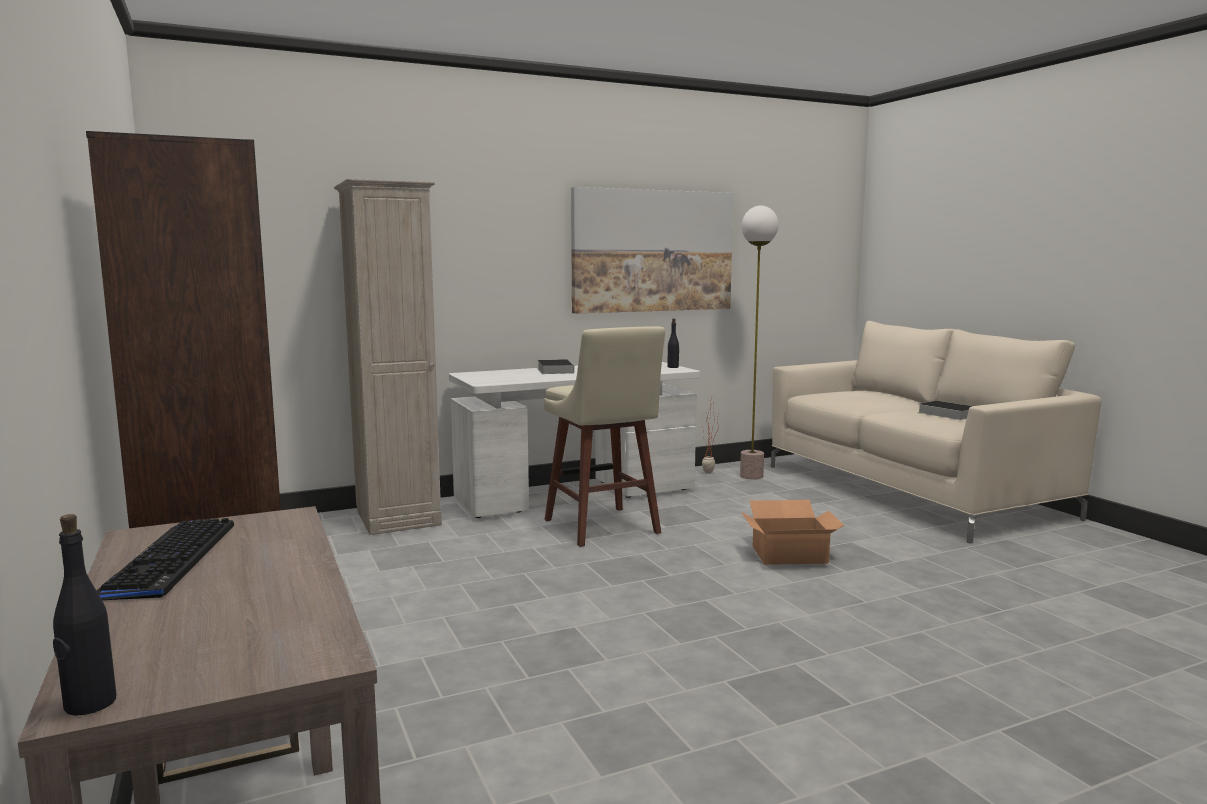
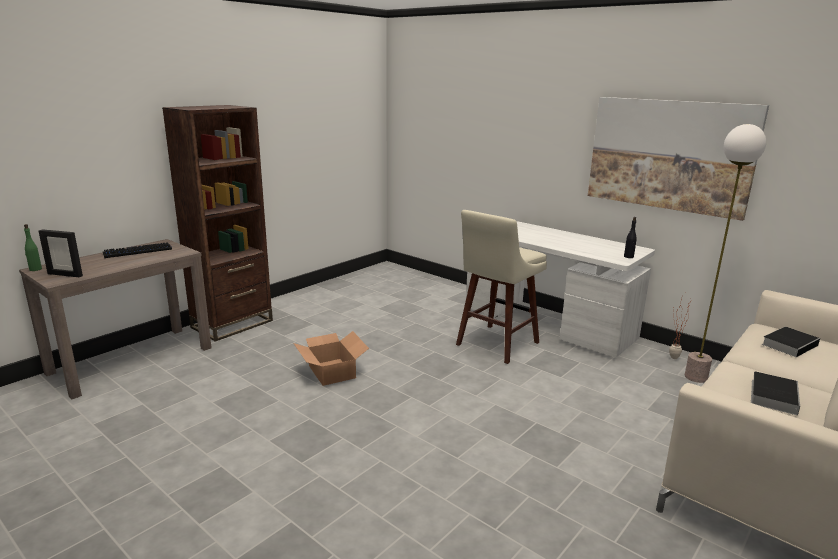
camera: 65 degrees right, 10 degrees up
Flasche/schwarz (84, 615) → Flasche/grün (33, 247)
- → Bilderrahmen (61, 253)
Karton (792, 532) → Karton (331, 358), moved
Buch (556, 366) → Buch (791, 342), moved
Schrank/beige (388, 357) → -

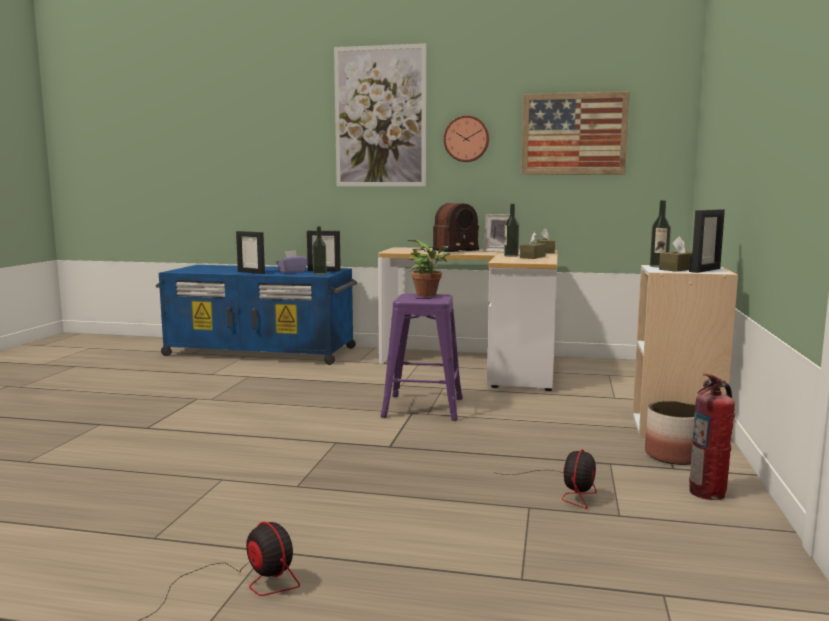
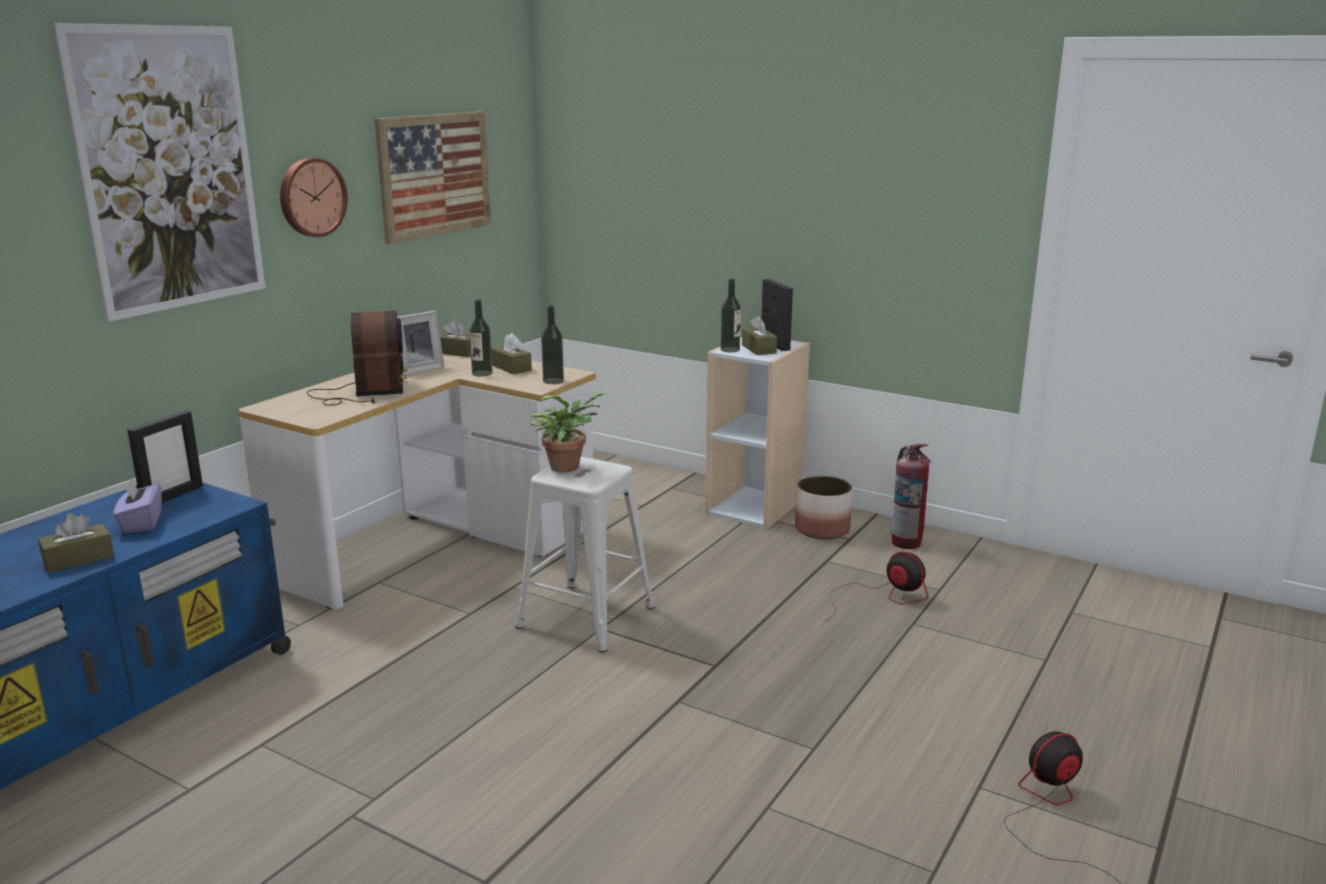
camera: 70 degrees left, 10 degrees up
Bilderrahmen (250, 252) → Taschentuchbox/braun (76, 543)
Hocker/lila (422, 357) → Hocker/weiß (585, 554)
Flasche (320, 250) → Flasche (552, 344), moved

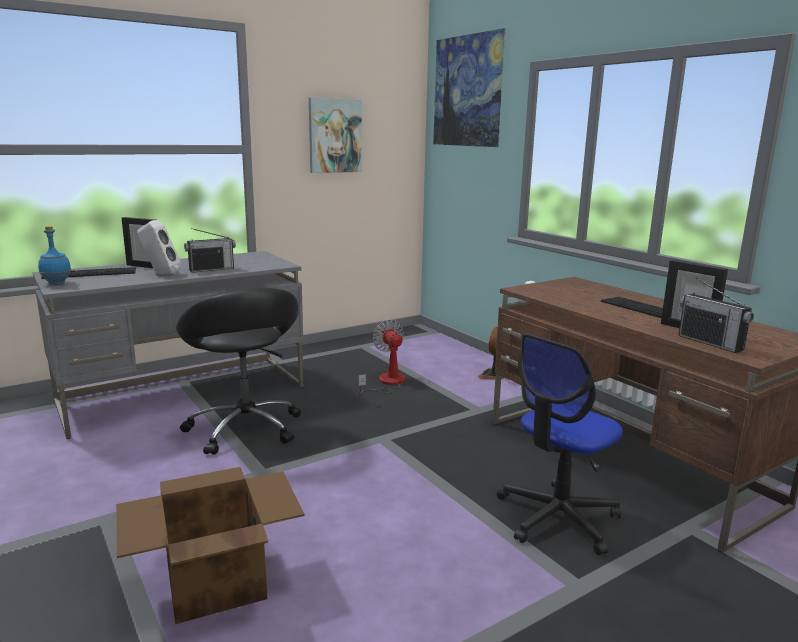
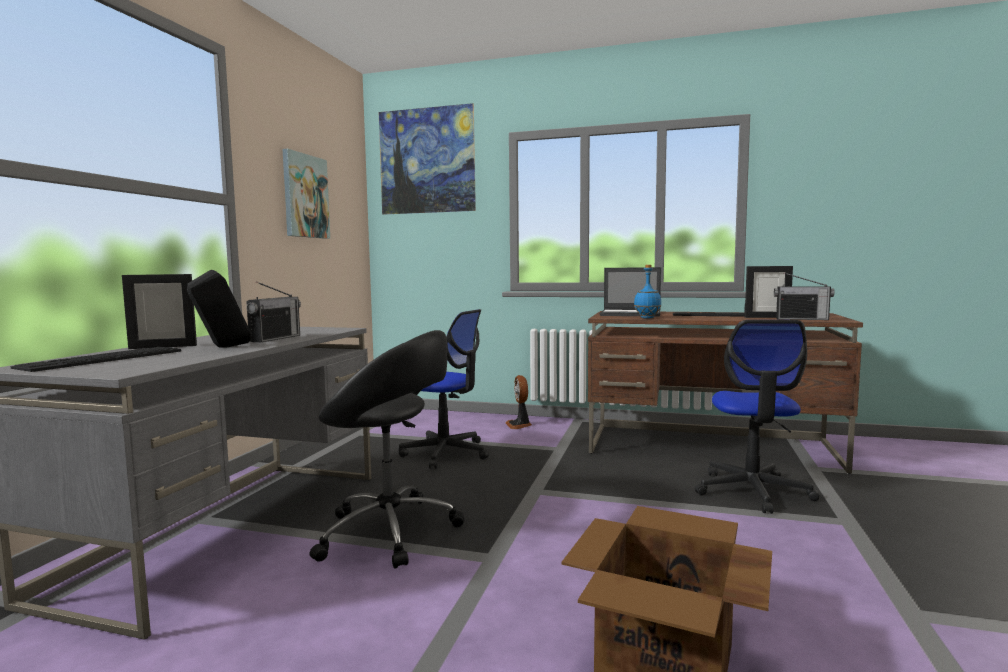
camera: 40 degrees left, 10 degrees down
Lautsprecher/weiß (159, 247) → Lautsprecher/schwarz (219, 309)
Ventilator (382, 358) → Bürostuhl (444, 389)
- → Laptop (630, 292)
Flasche/blau (54, 255) → Flasche/blau (648, 292), moved

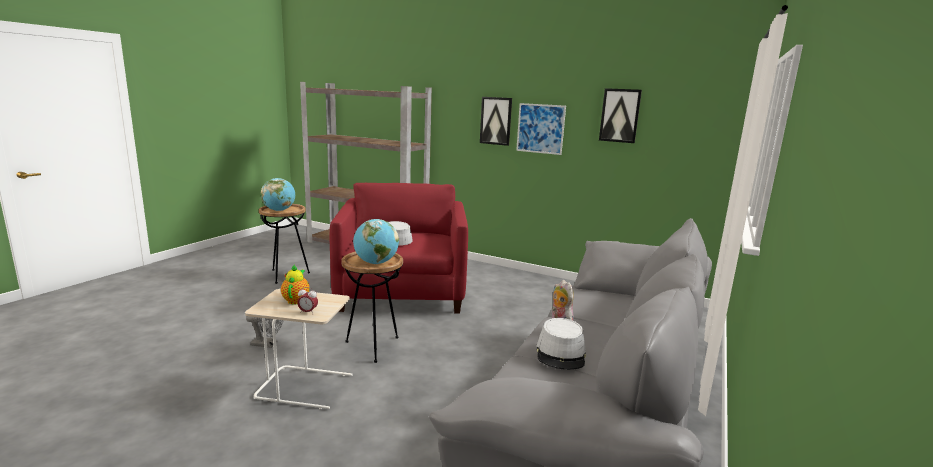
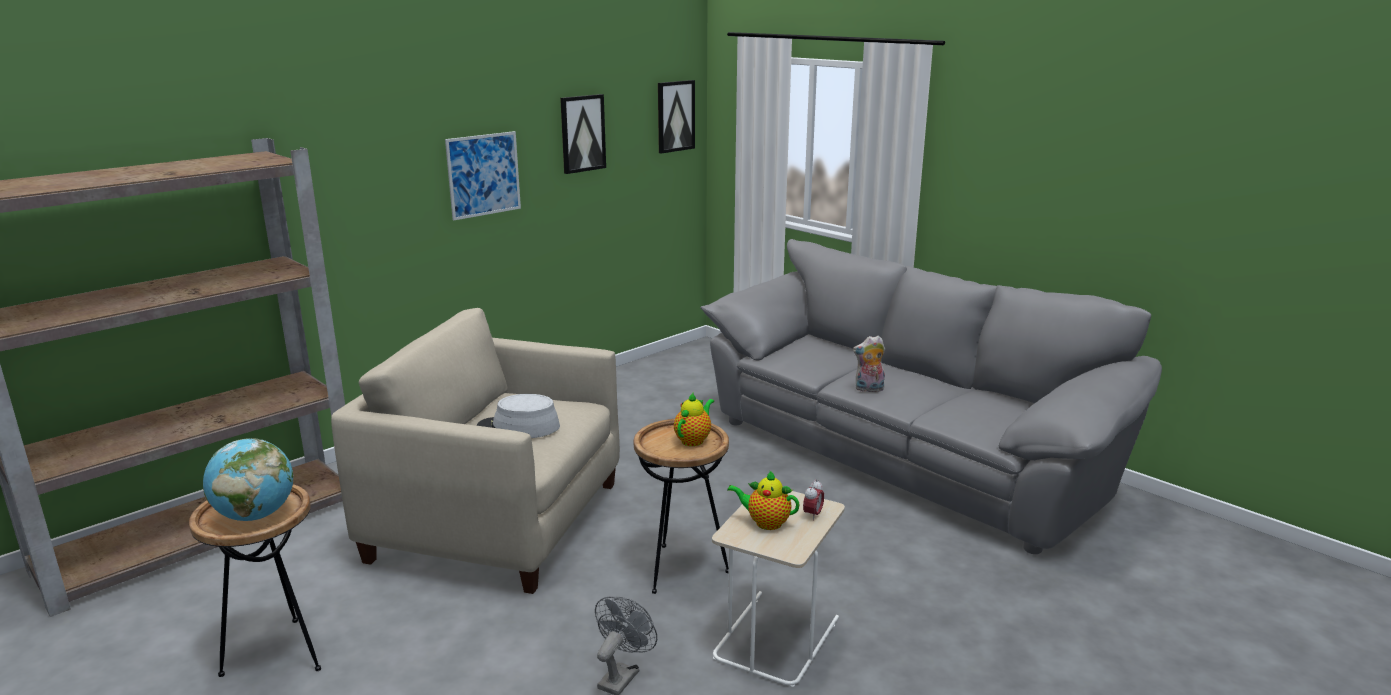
camera: 70 degrees left, 5 degrees up
Sessel/rot (399, 248) → Sessel/beige (475, 451)
Bild (496, 121) → Bild (676, 117), moved
Globus (376, 241) → Teekanne (694, 419)
Hut/grau (561, 344) → -

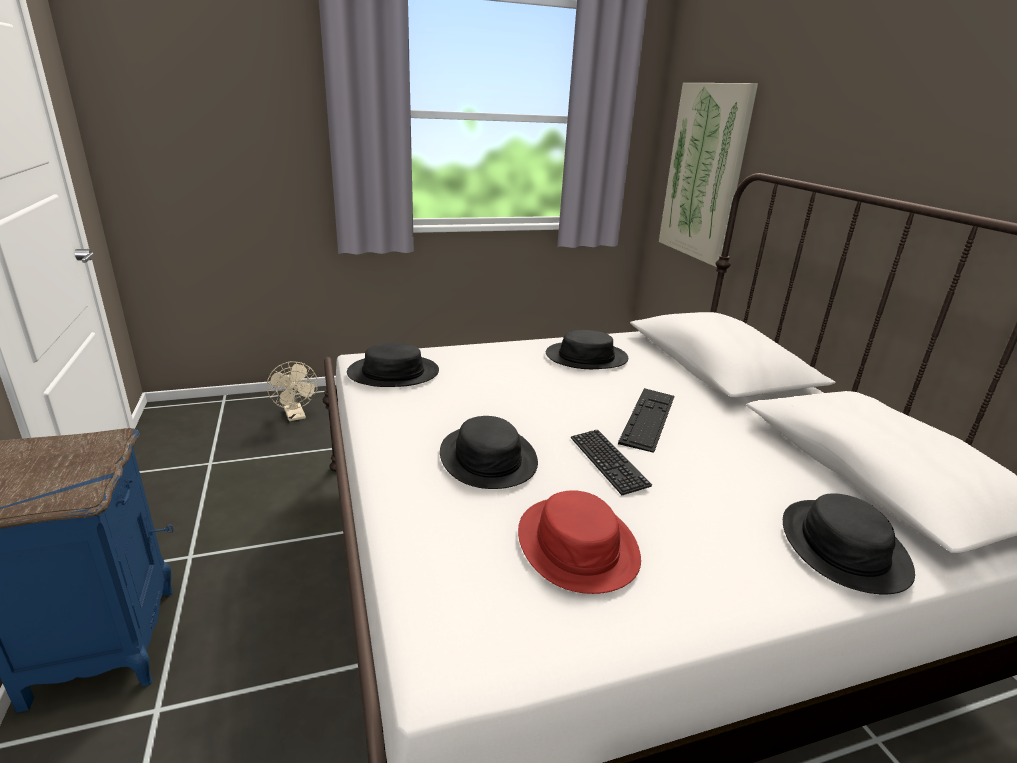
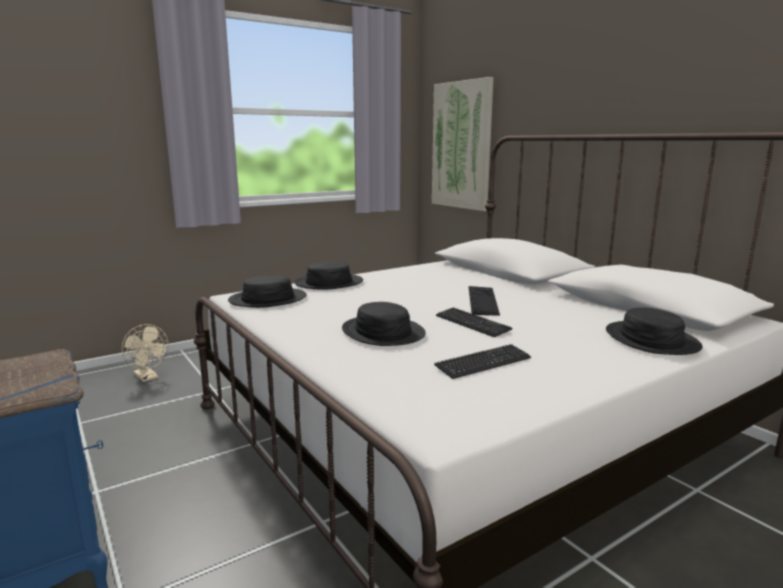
camera: 15 degrees left, 10 degrees down
Hut/schwarz (587, 349) → Hut/schwarz (328, 276), moved
Hut/rot (579, 542) → Tastatur (482, 361)

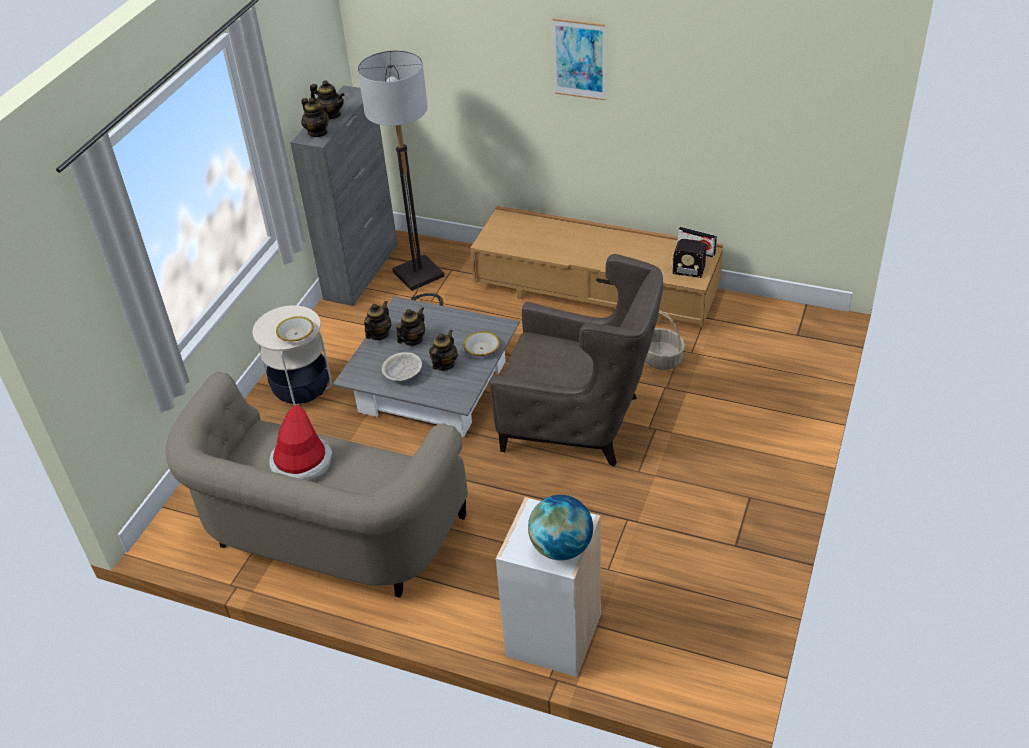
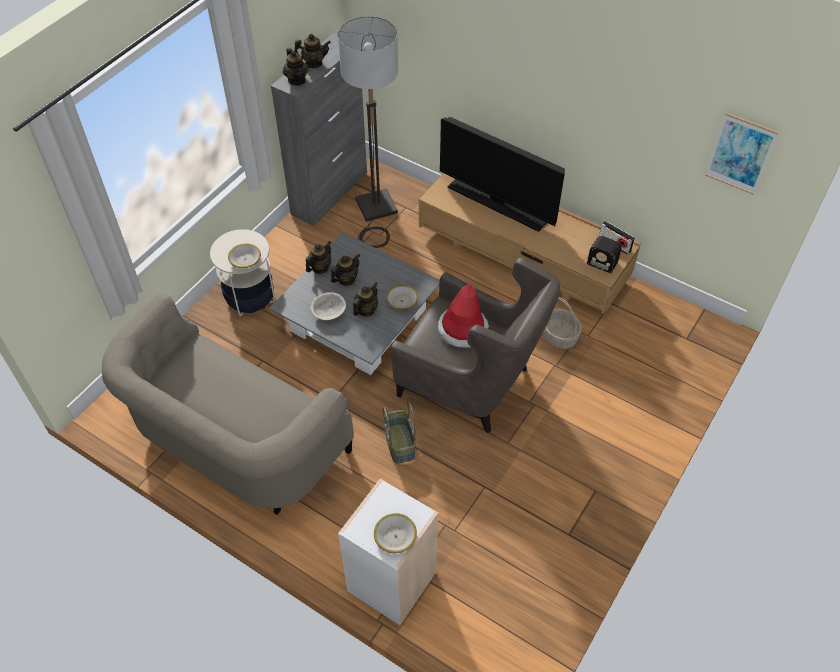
camera: 10 degrees right, 10 degrees up
Teekanne (327, 99) → Teekanne (312, 51), 45 degrees counterclockwise
Globus (560, 527) → Schüssel (395, 533)
- → Korb (399, 432)
Hut (300, 442) → Hut (463, 316), moved
- → Fernseher (502, 174)
Bild (578, 59) → Bild (741, 153), moved

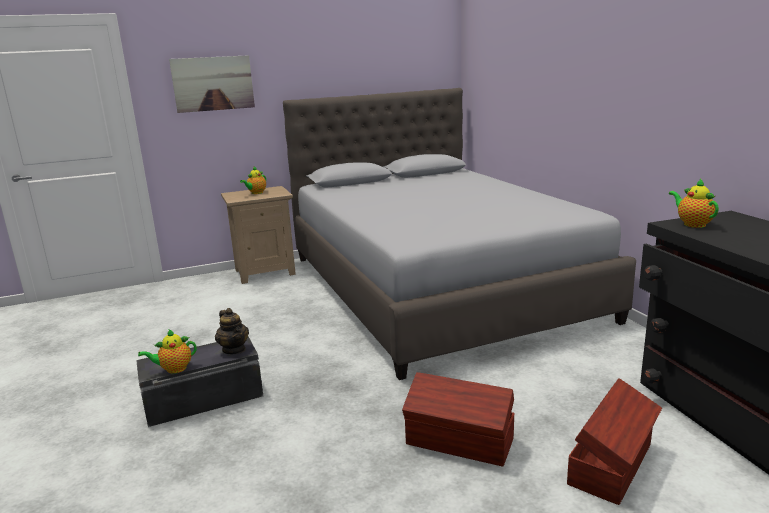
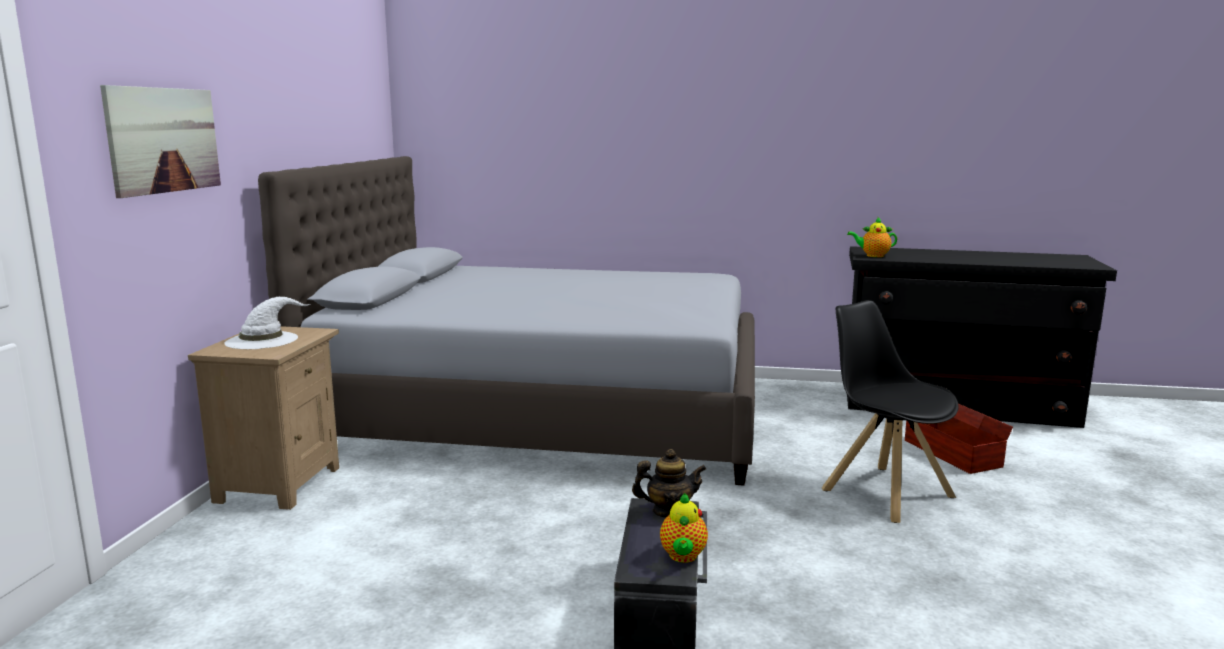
camera: 60 degrees left, 5 degrees down
Teekanne (253, 180) → Hut/weiß (267, 323)
Aufbewahrungsbox/braun (458, 419) → Stuhl/schwarz (890, 411)

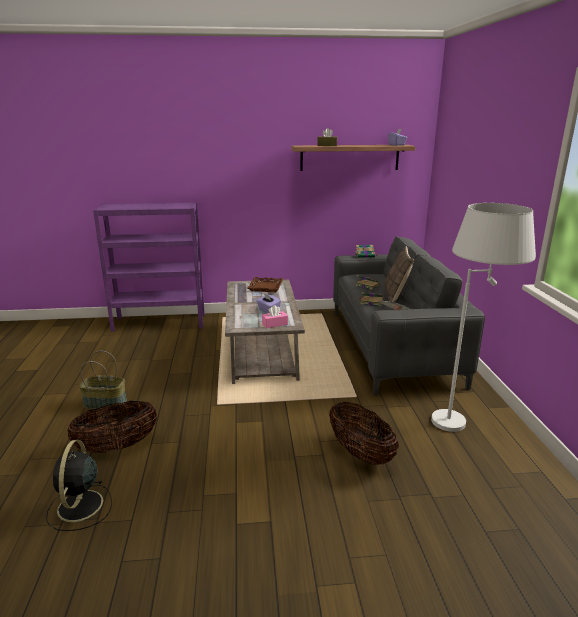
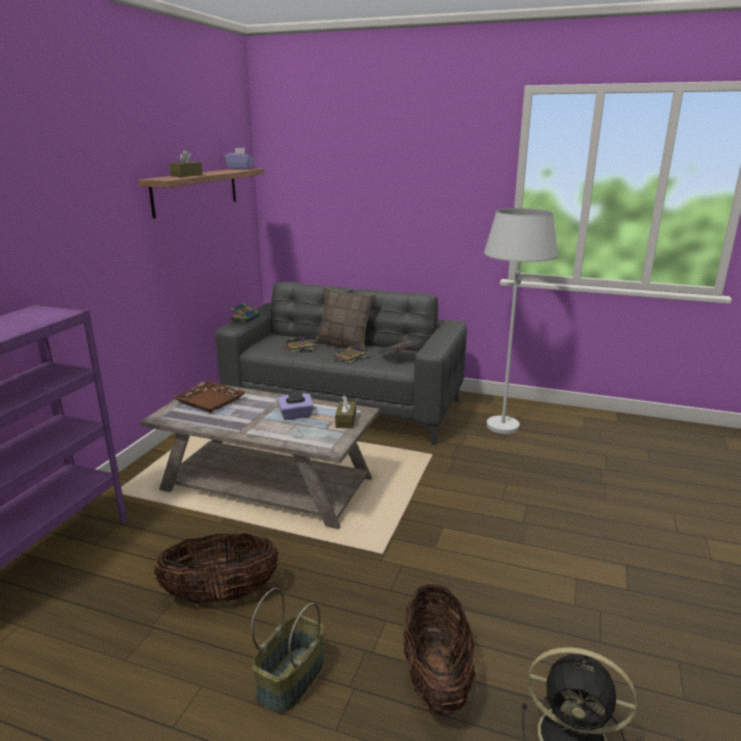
camera: 65 degrees left, 0 degrees up
Korb (364, 433) → Korb (216, 568), moved
Taschentuchbox/rosa (275, 316) → Taschentuchbox/braun (345, 411)

